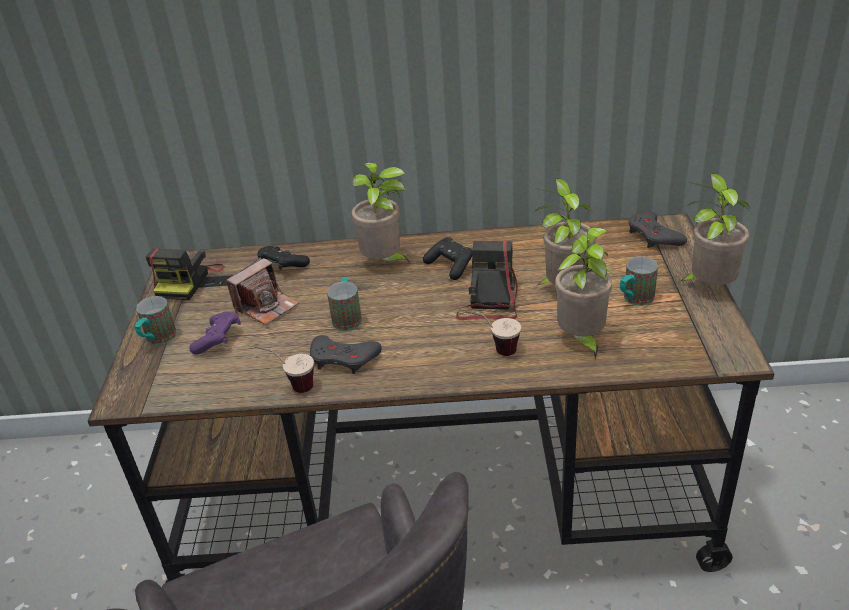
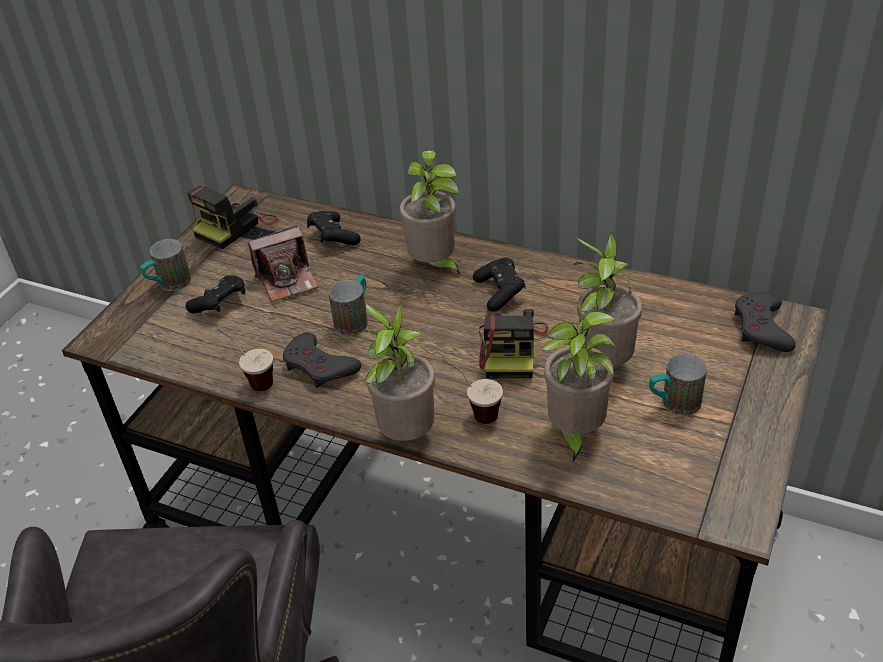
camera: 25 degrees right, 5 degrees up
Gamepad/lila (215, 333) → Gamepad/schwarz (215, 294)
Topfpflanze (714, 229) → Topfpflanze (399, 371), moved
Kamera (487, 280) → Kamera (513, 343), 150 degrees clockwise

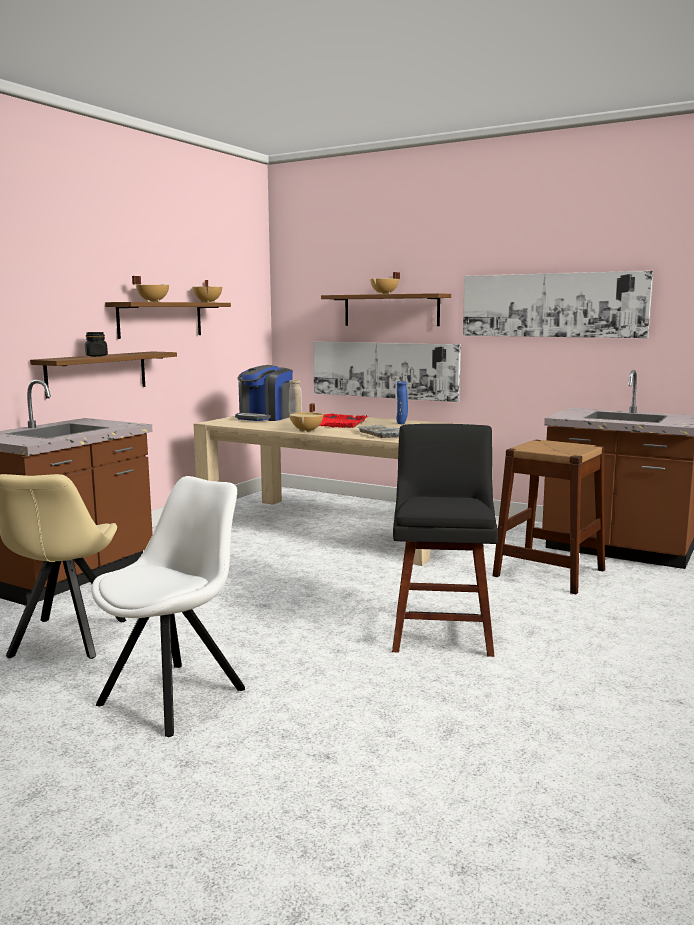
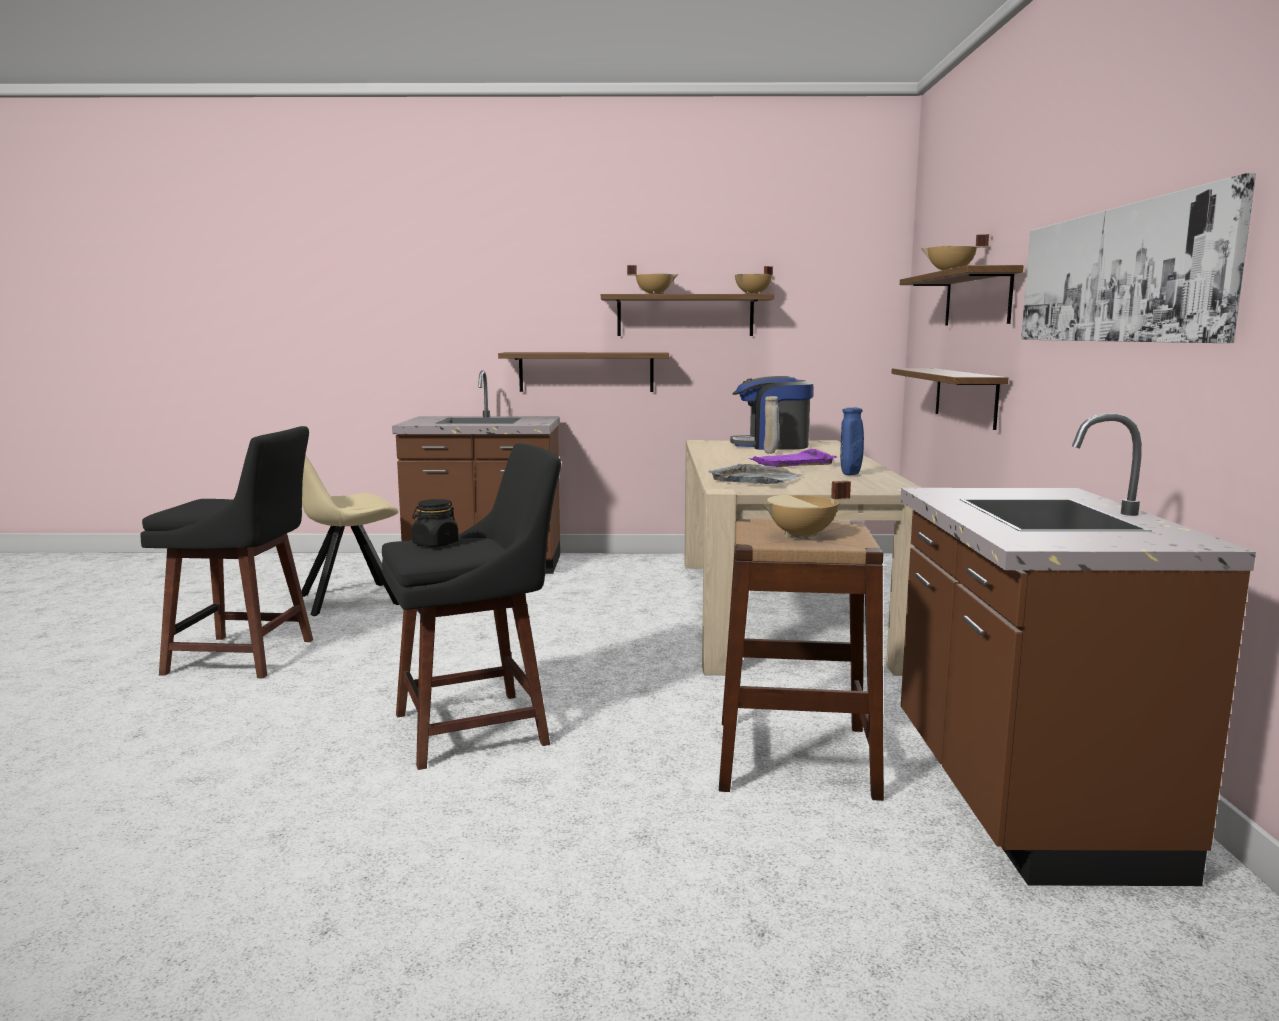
camera: 60 degrees right, 0 degrees up
Stuhl/weiß (168, 606) → Hocker/schwarz (227, 552)
Vorratsglas/schwarz (96, 344) → Vorratsglas/schwarz (435, 523), moved
Tablett/rot (343, 421) → Tablett/lila (793, 458)
Kochtopf/beige (306, 417) → Kochtopf/beige (806, 510), moved
Bild (387, 372) → Wandregal (949, 399)

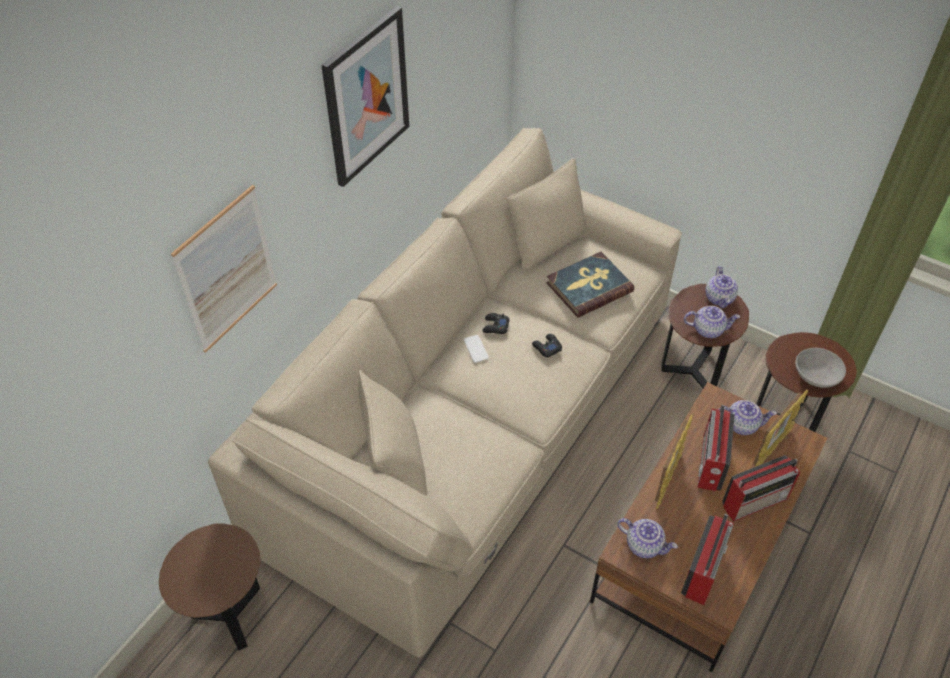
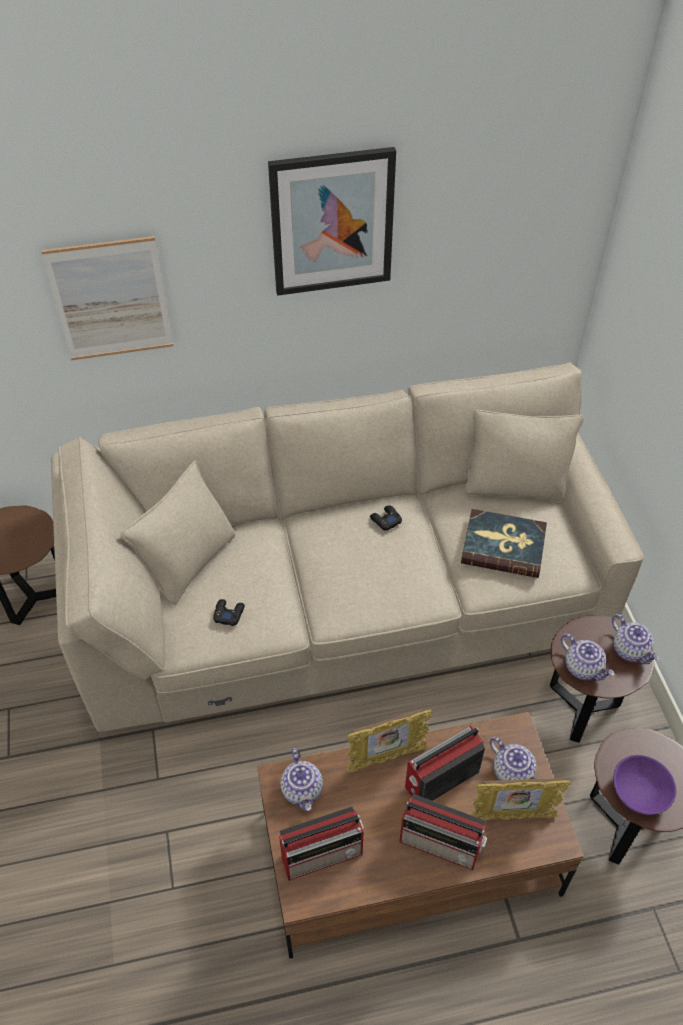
camera: 45 degrees right, 0 degrees up
Gamepad/schwarz (547, 345) → Gamepad/schwarz (229, 612), moved
Teekanne (721, 287) → Teekanne (636, 639), 75 degrees counterclockwise
Schüssel/grau (820, 368) → Schüssel/lila (644, 785)
Handy (476, 349) → -

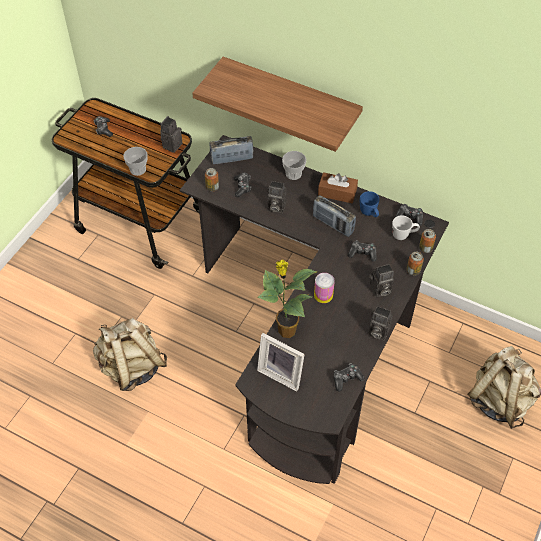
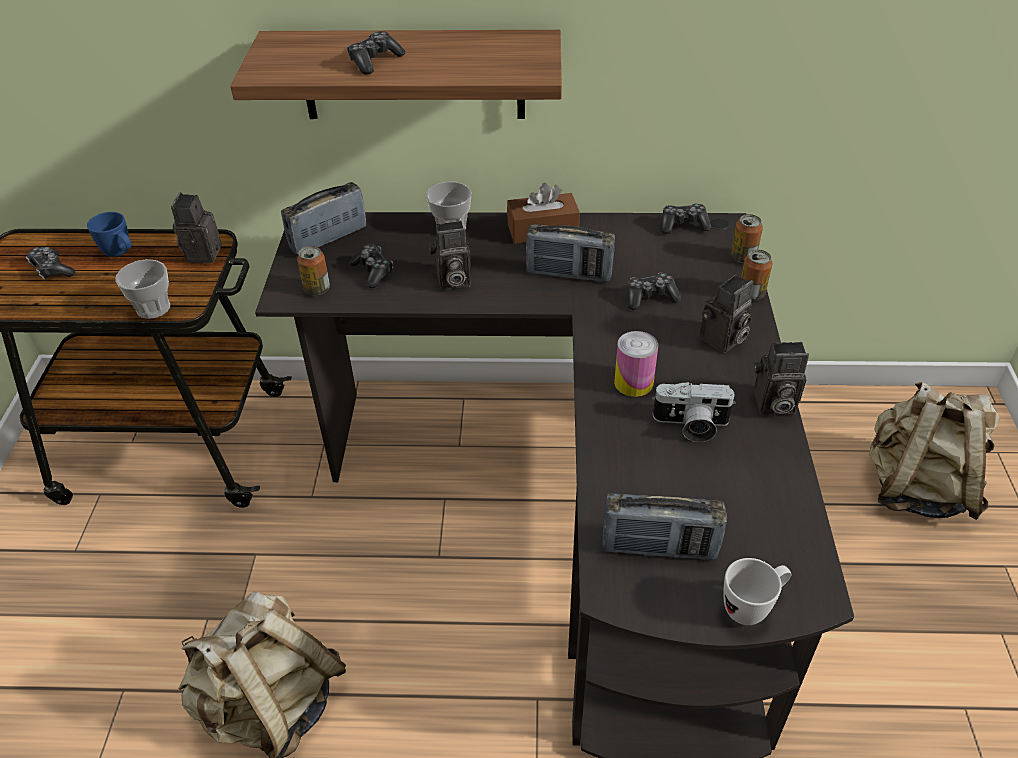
camera: 25 degrees left, 10 degrees down
Henkelbecher/blau (370, 204) → Henkelbecher/blau (109, 234), moved
Gamepad (349, 377) → Gamepad (376, 53), moved
Bilderrahmen (281, 362) → Radio (664, 527)
- → Kamera (694, 412)
Henkelbecher/weiß (406, 227) → Henkelbecher/weiß (757, 591), moved
Topfpflanze (287, 299) → -

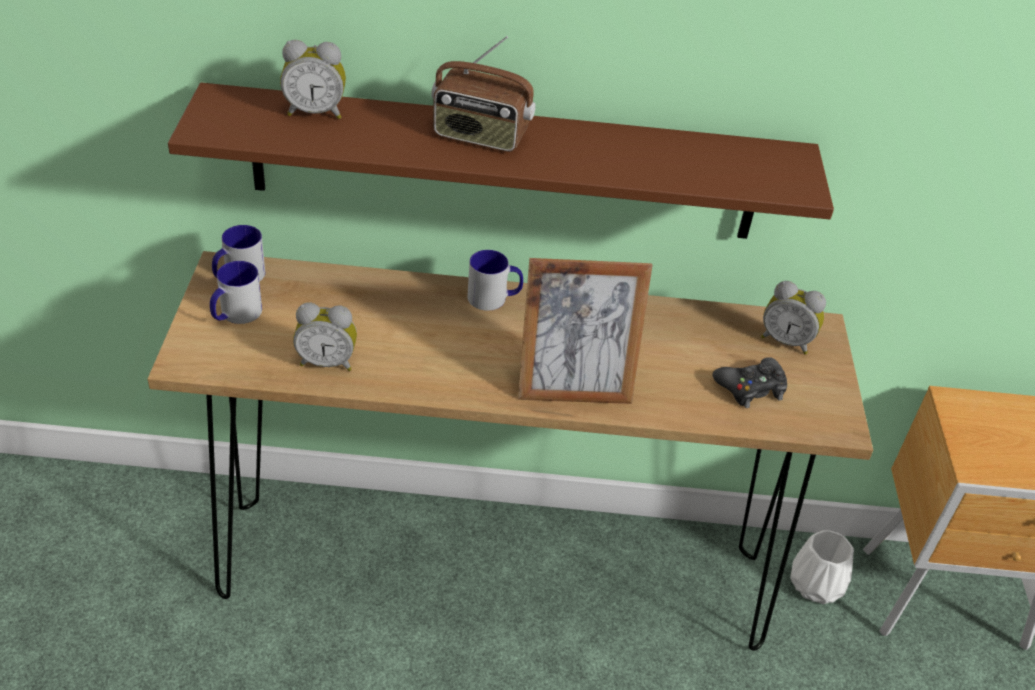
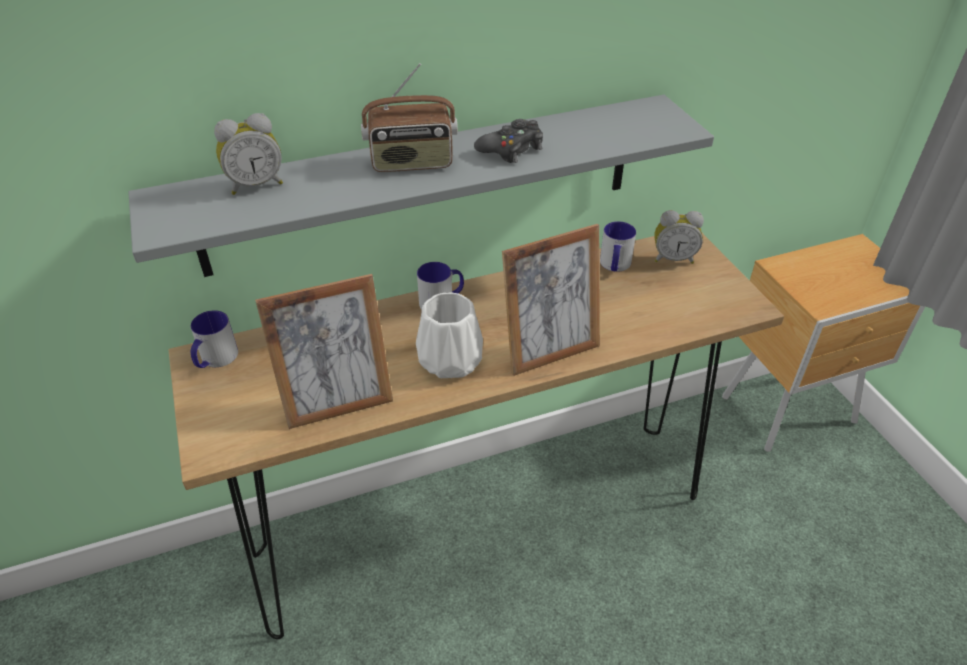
camera: 20 degrees left, 0 degrees up
Wandregal/braun (501, 161) → Wandregal/grau (421, 186)
Wecker (325, 336) → Bilderrahmen (324, 351)
Vase/weiß (822, 567) → Vase/weiß (449, 335), moved
Gamepad/schwarz (749, 382) → Gamepad/schwarz (508, 141), moved
Henkelbecher (236, 292) → Henkelbecher (618, 246), moved

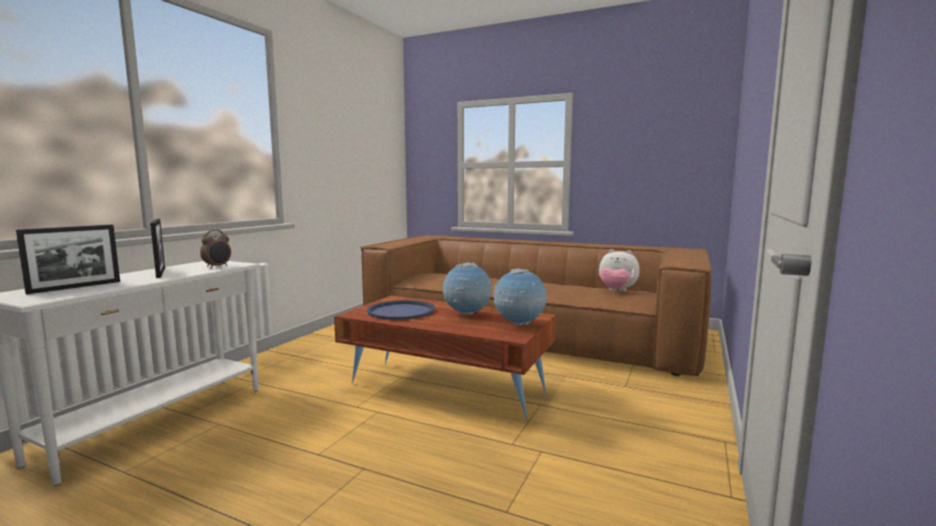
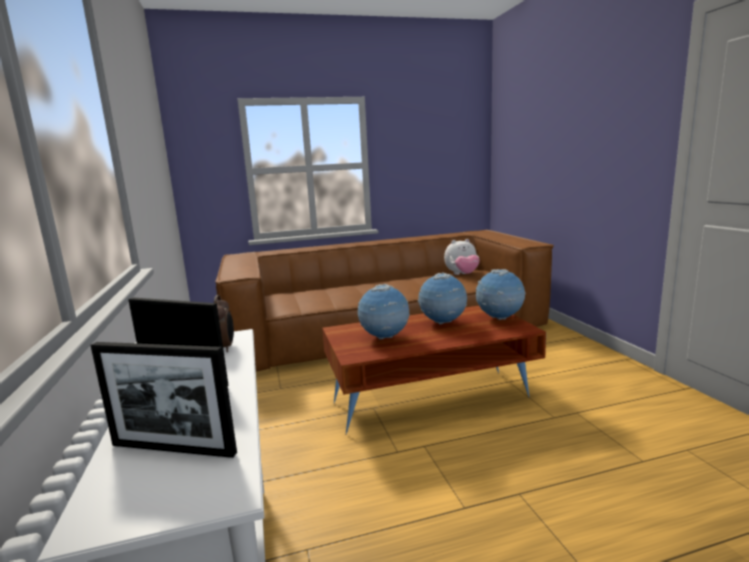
camera: 40 degrees left, 5 degrees up
Bilderrahmen (68, 259) → Bilderrahmen (163, 400), 105 degrees clockwise
Tablett/blau (401, 310) → Globus (383, 312)

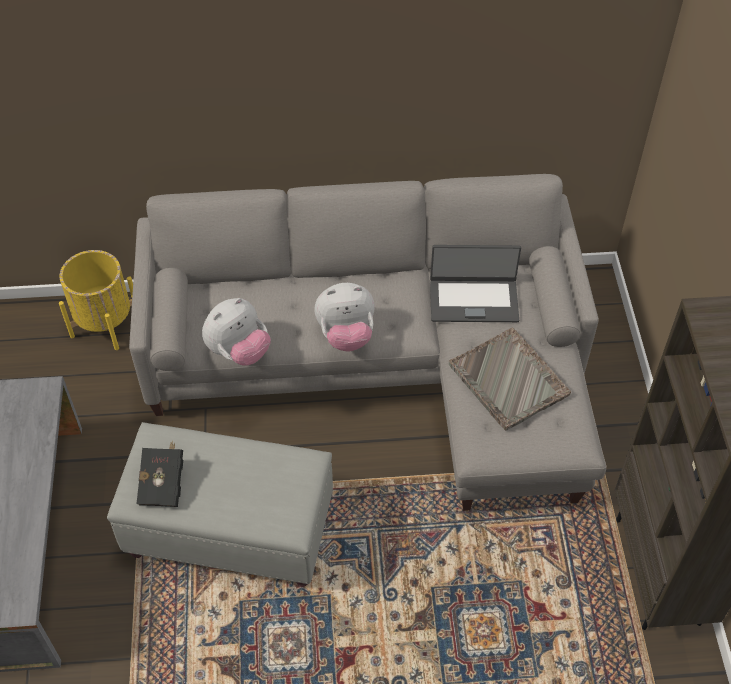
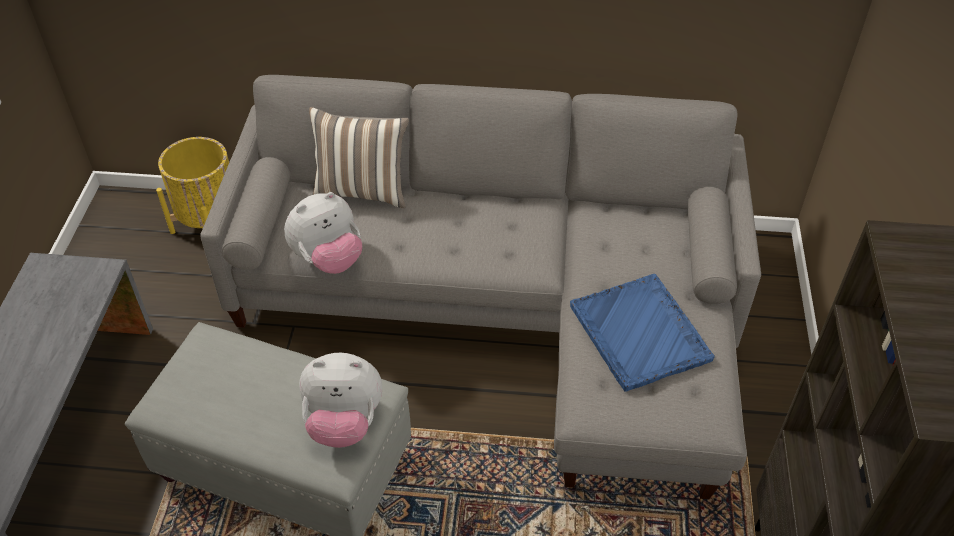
camera: 10 degrees right, 5 degrees down
Plüschtier (345, 317) → Plüschtier (340, 400), moved
- → Kissen (359, 158)
Tablett/grau (510, 379) → Tablett/blau (642, 333)
Buch/schwarz (159, 473) → -
Laptop (475, 283) → -

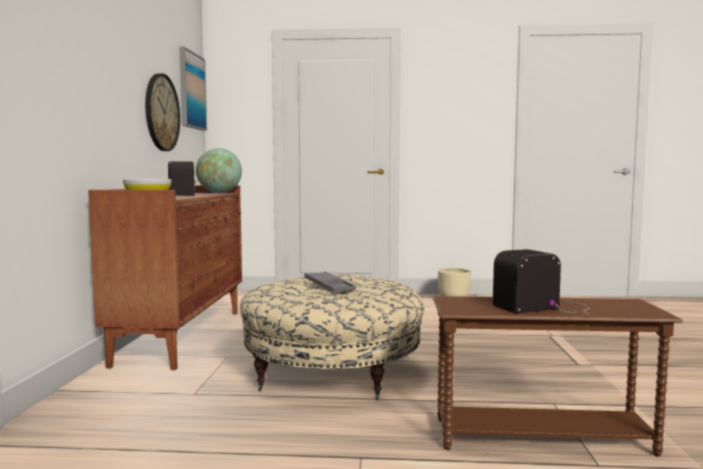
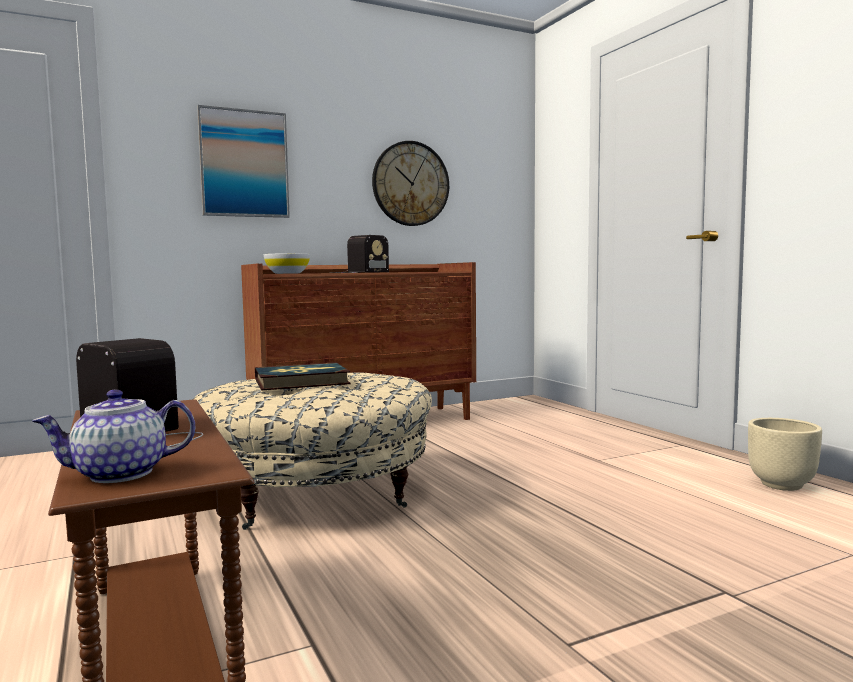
camera: 60 degrees right, 0 degrees up
- → Teekanne (113, 436)
Bild (193, 89) → Bild (243, 161), moved
Tablett/grau (329, 281) → Buch (303, 376)
Globus (219, 170) → -

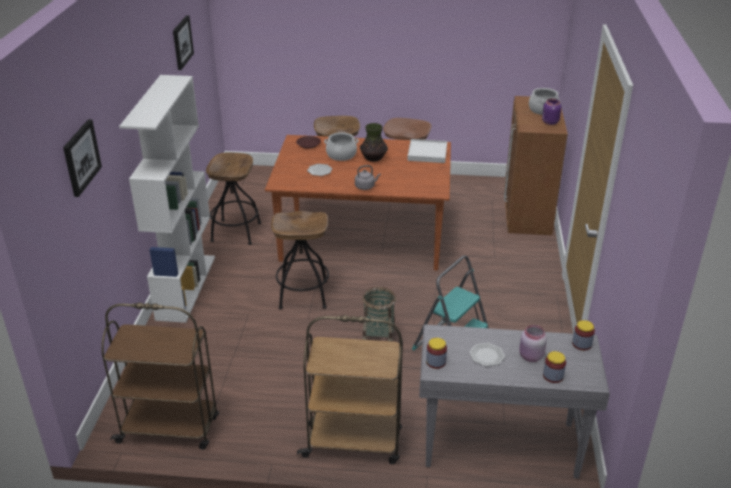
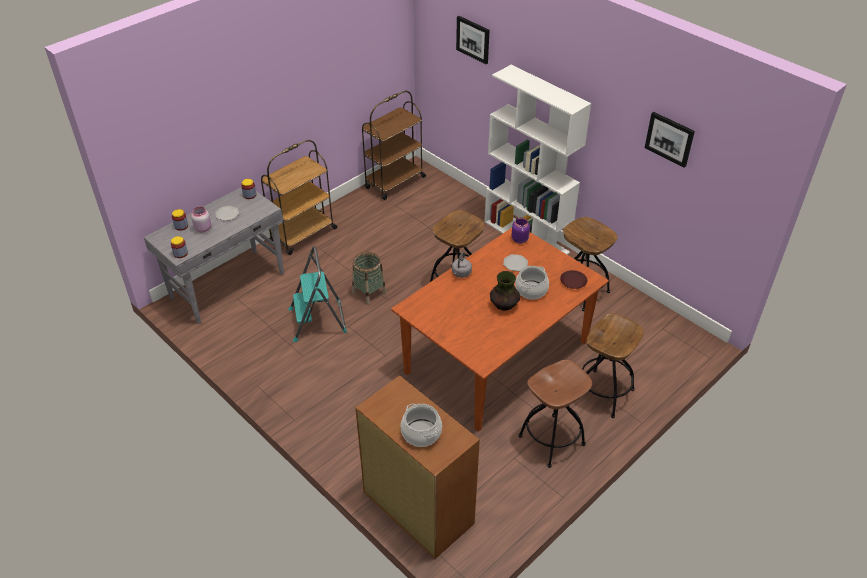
camera: 130 degrees right, 10 degrees up
Vorratsglas/lila (551, 111) → Vorratsglas/lila (520, 230), moved
Tablett/weiß (427, 151) → -

